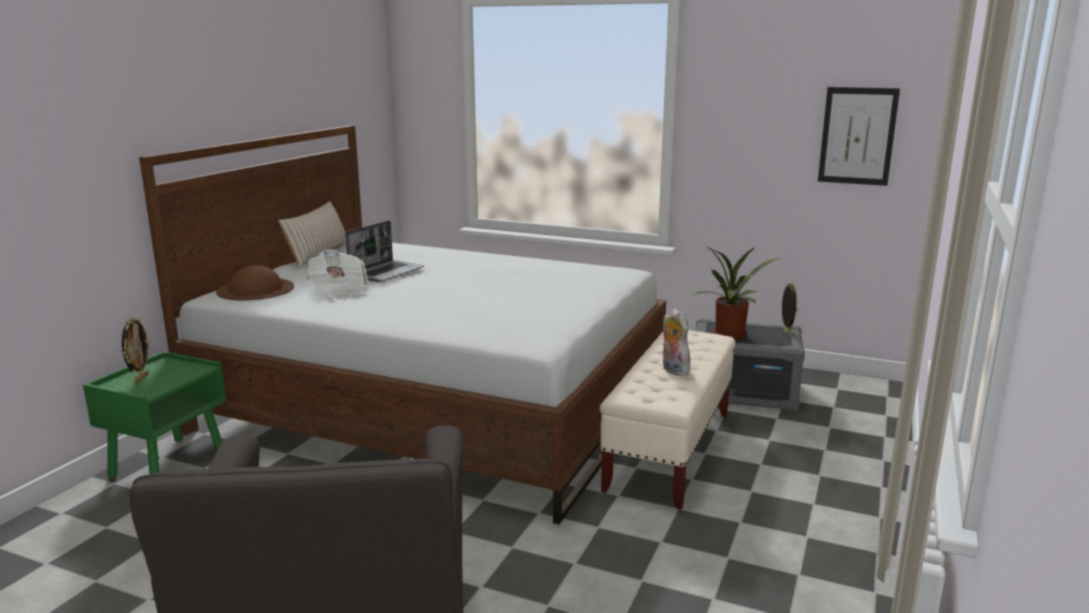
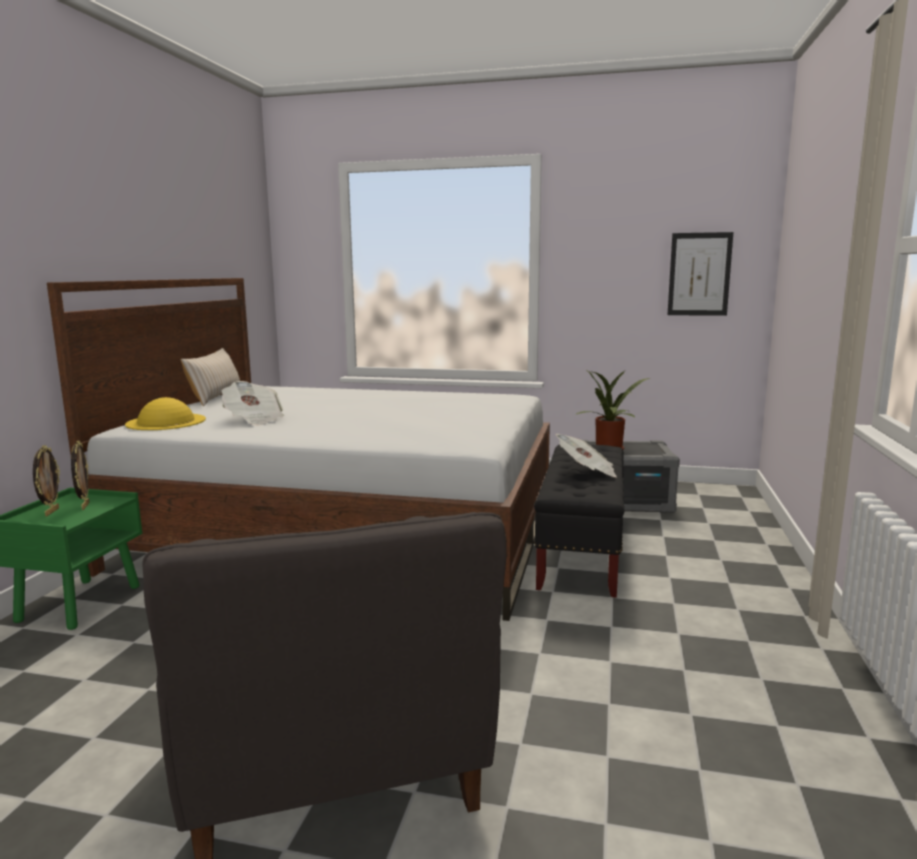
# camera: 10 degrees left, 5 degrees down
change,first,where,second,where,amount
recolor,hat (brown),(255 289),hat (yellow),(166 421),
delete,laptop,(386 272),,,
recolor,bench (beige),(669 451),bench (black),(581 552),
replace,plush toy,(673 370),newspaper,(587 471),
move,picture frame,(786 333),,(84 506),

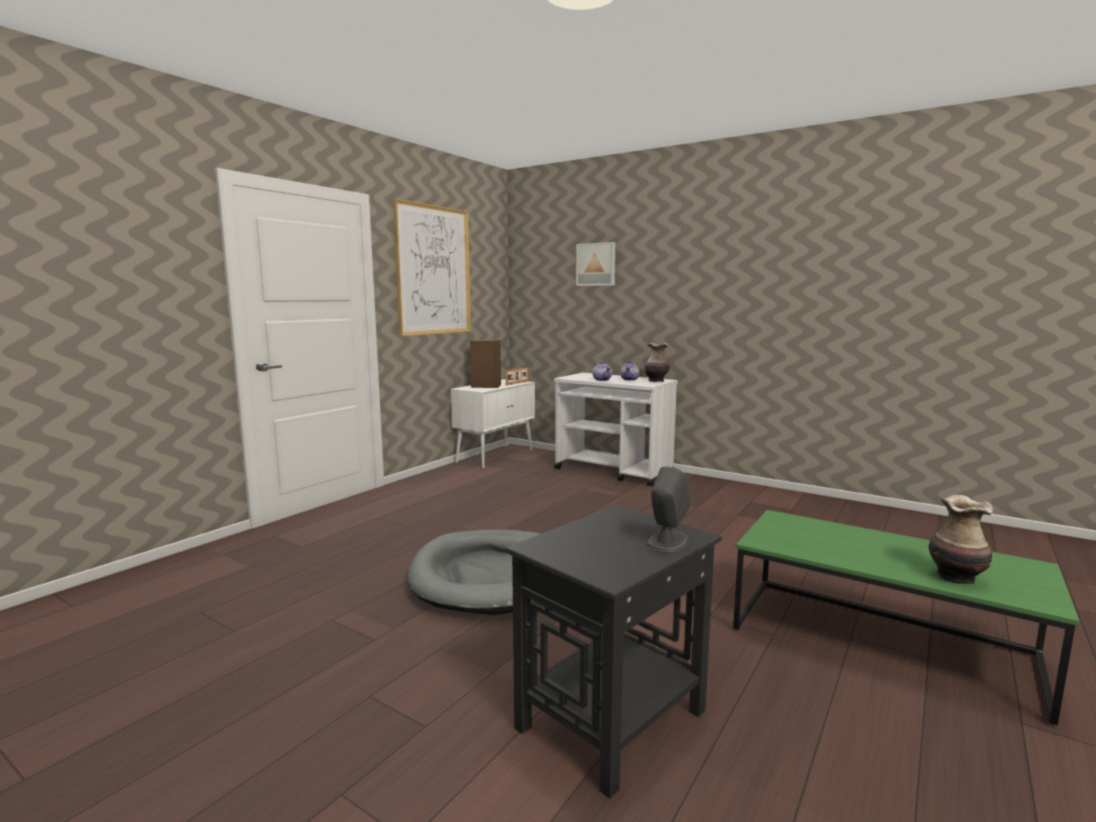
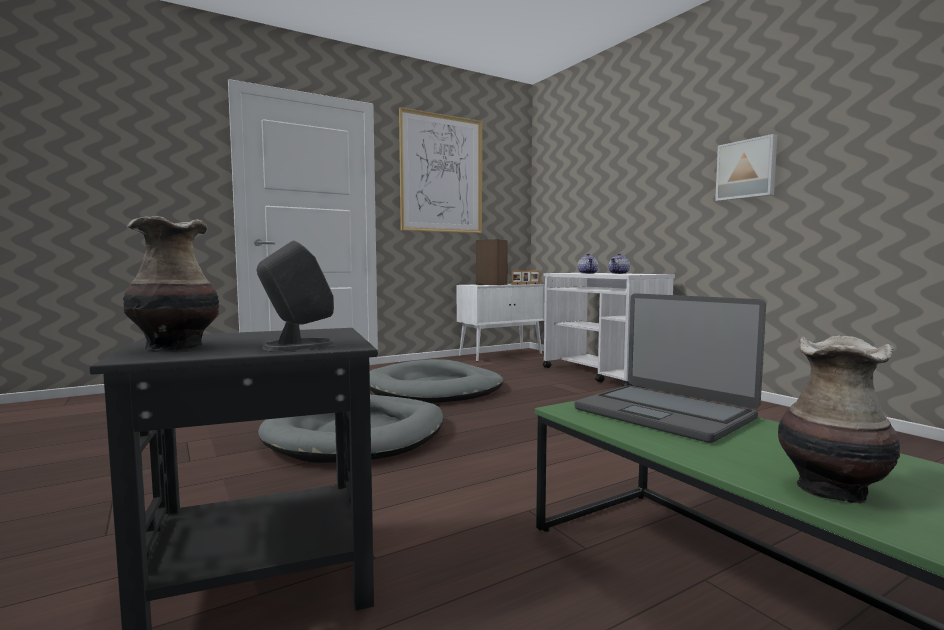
# camera: 25 degrees right, 5 degrees down
change,first,where,second,where,amount
move,picture,(596 264),,(746 169),
move,vase,(655 381),,(174 347),
insert,,,dog bed (grey),(435 389),
insert,,,laptop,(664 413),

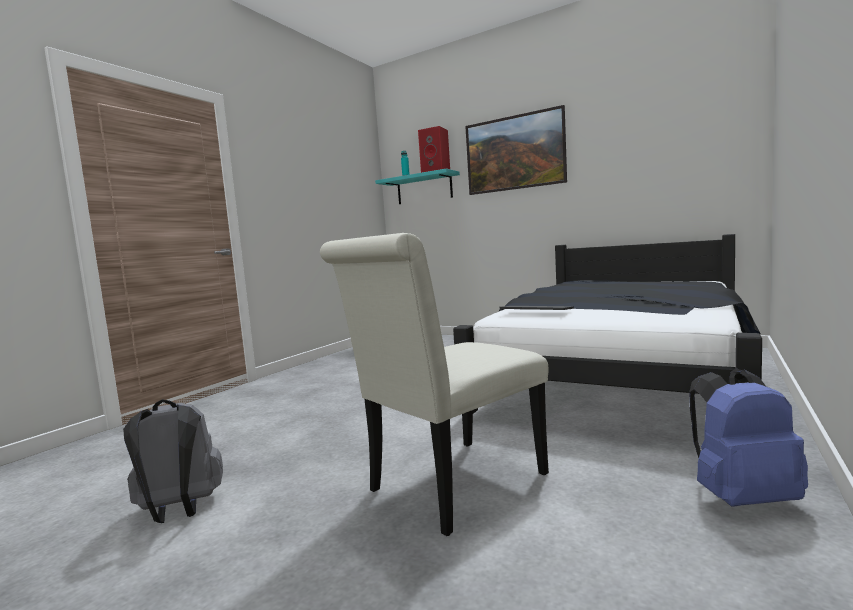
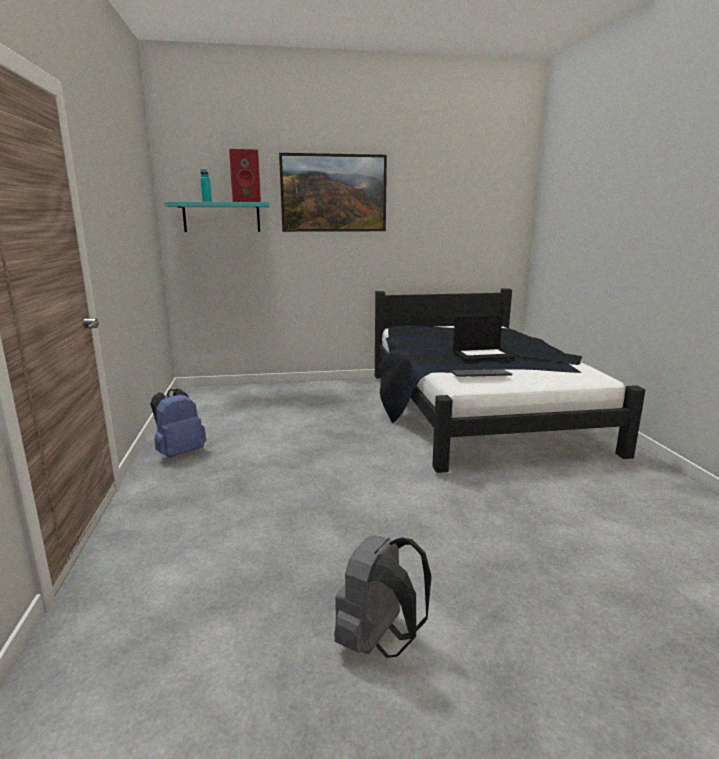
# camera: 40 degrees left, 10 degrees up
change,first,where,second,where,amount
delete,chair (white),(450 487),,,
move,backpack (blue),(741 497),,(179 453),
insert,,,laptop,(483 354),

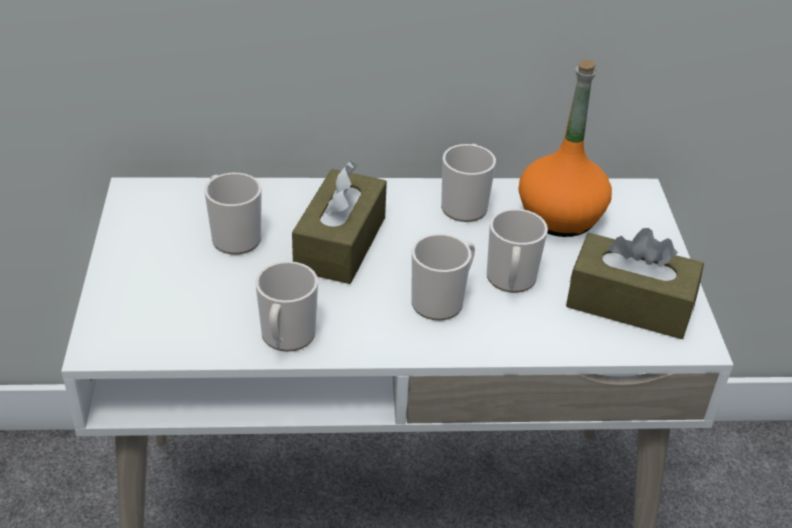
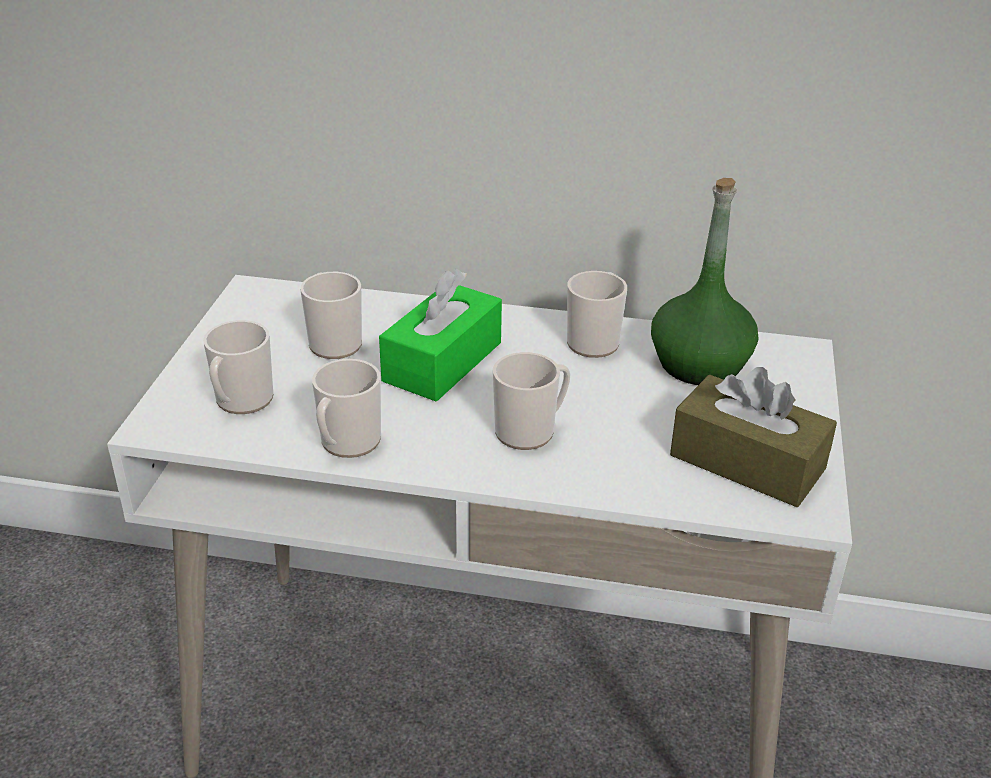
# camera: 15 degrees right, 5 degrees down
change,first,where,second,where,amount
recolor,tissue box (brown),(340 244),tissue box (green),(442 362),
move,mug,(511 280),,(241 402),
recolor,bottle (orange),(560 217),bottle (green),(699 364),

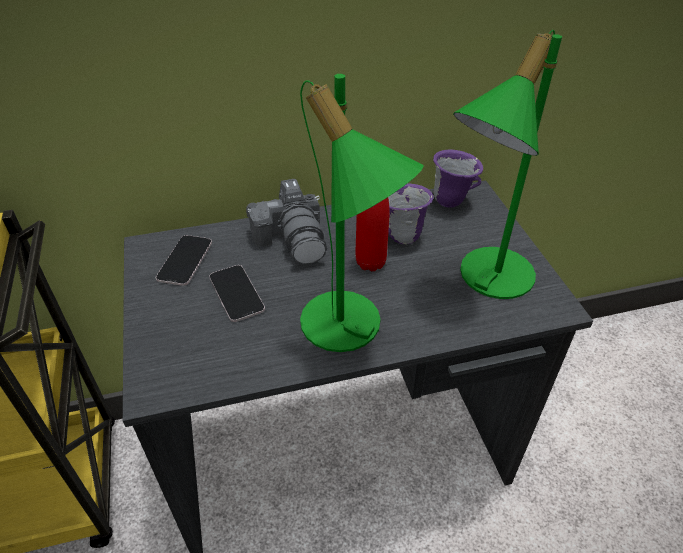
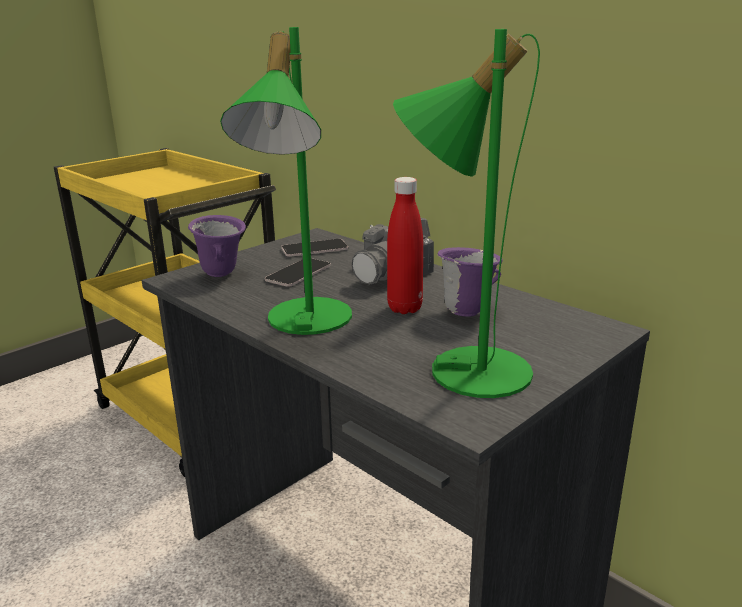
# camera: 60 degrees right, 20 degrees down
change,first,where,second,where,amount
move,mug (purple),(452 201),,(222 274),

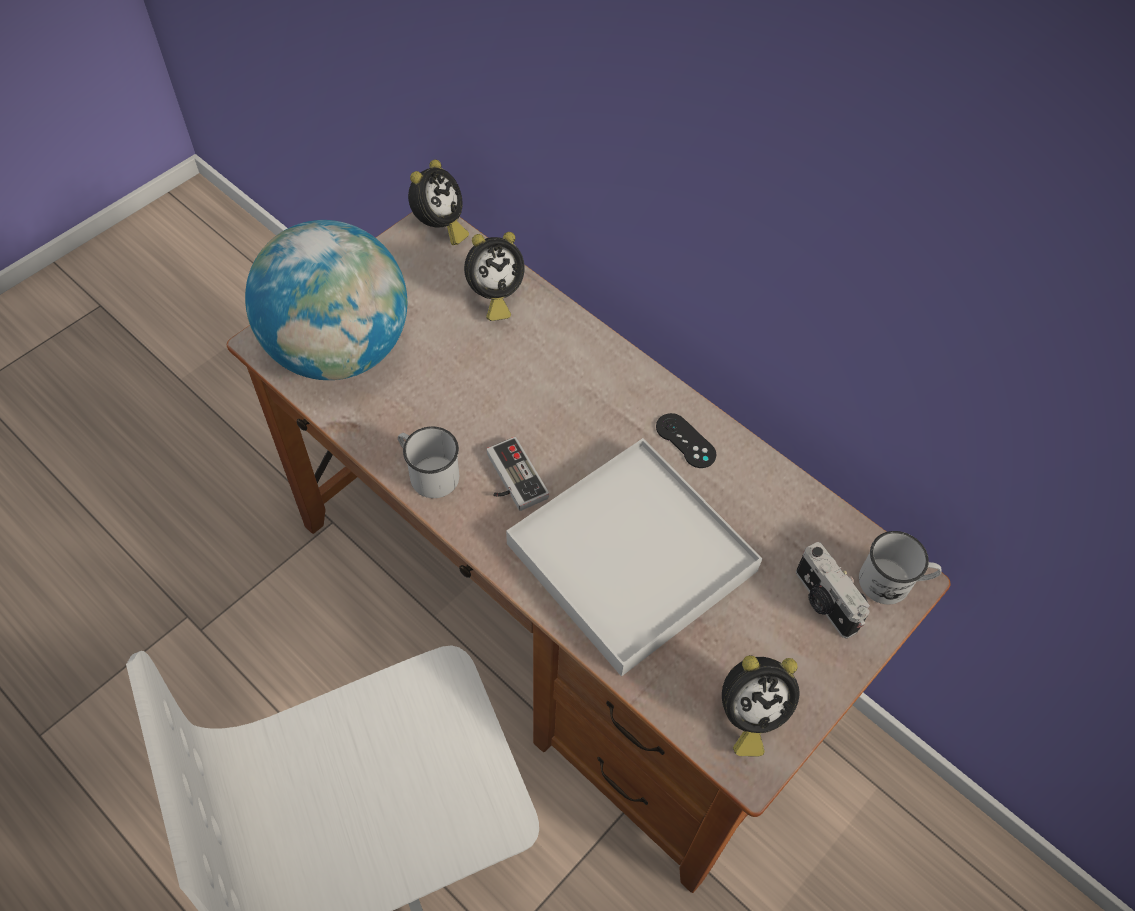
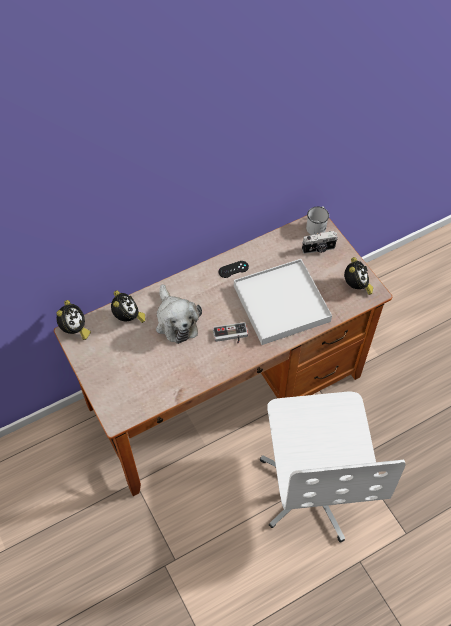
# camera: 70 degrees left, 0 degrees up
change,first,where,second,where,amount
delete,globe,(339 350),,,
delete,mug (white),(428 473),,,
rotate,alarm clock,(439 227),,(74 330),60 degrees clockwise
insert,,,plush toy,(176 321),

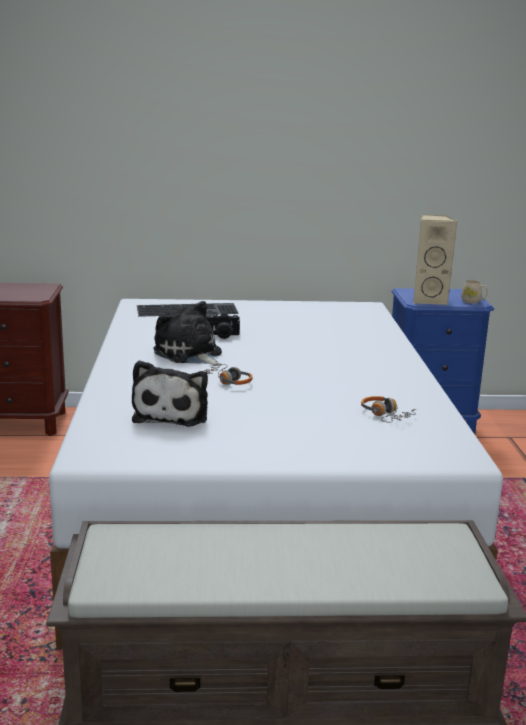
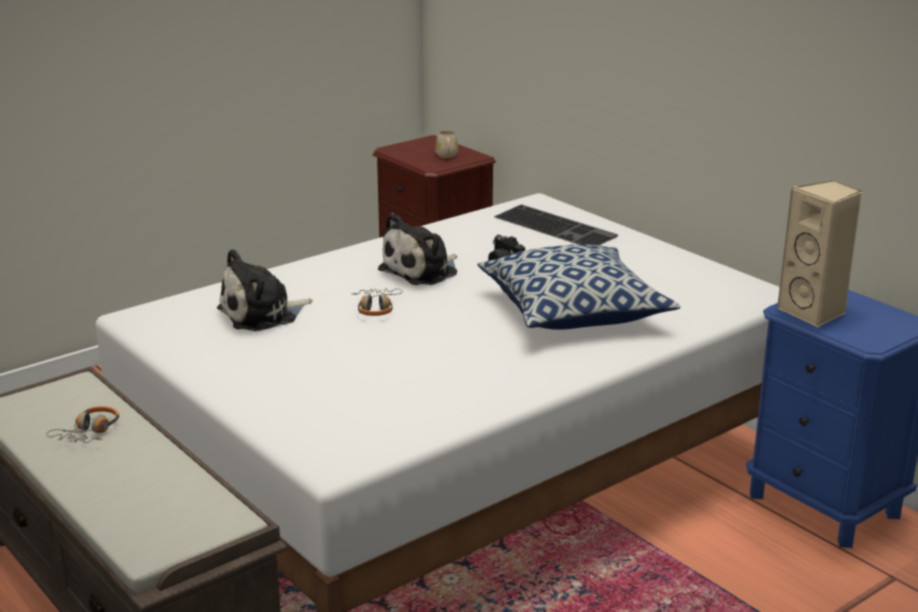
# camera: 55 degrees right, 5 degrees up
change,first,where,second,where,amount
rotate,plush toy,(189 354),,(422 271),150 degrees counterclockwise
move,headphones,(385 415),,(89 432),
move,mug (beige),(473 302),,(447 156),
insert,,,pillow,(574 312),

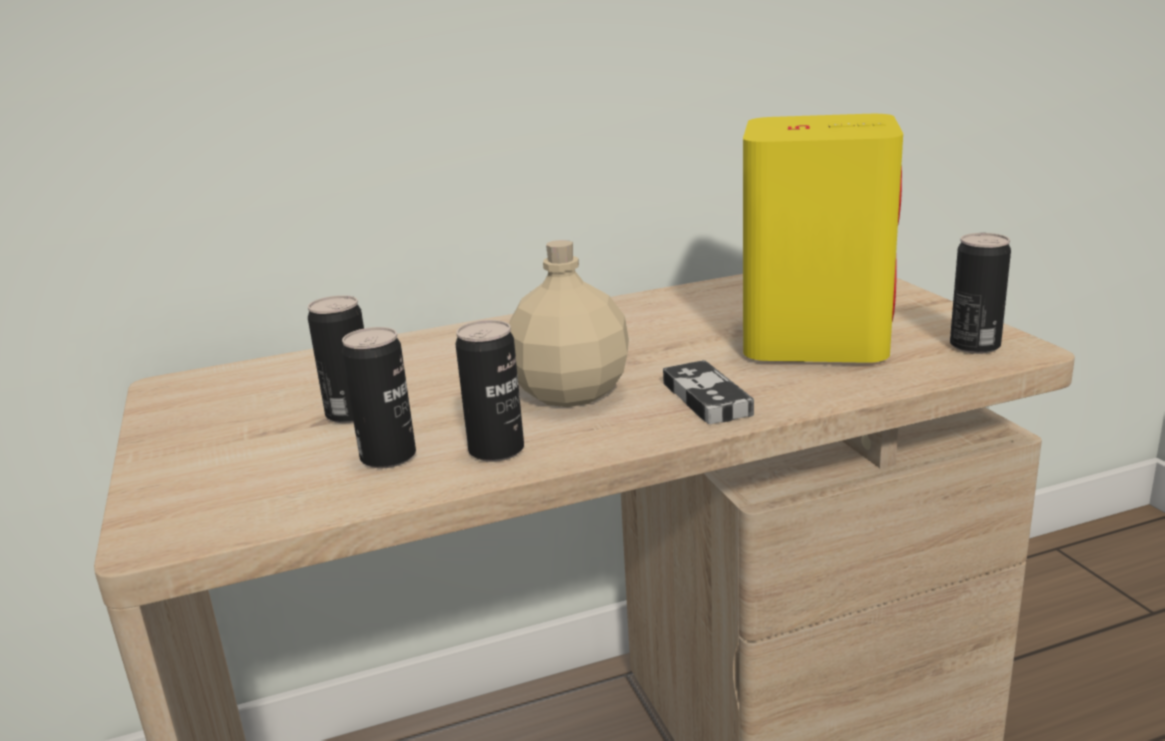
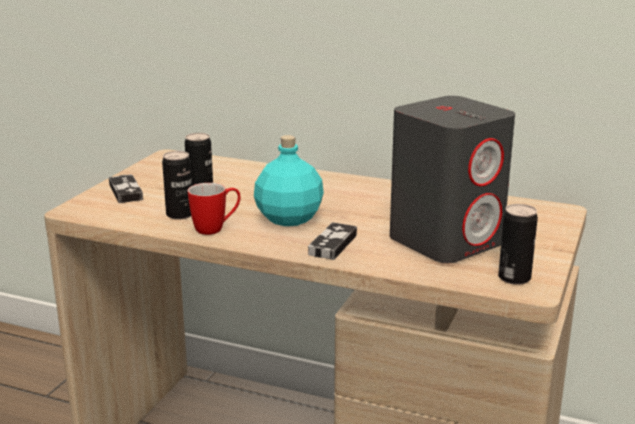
# camera: 40 degrees right, 0 degrees up
change,first,where,second,where,amount
replace,can,(496 450),mug,(216 228),
recolor,bottle (beige),(568 393),bottle (turquoise),(288 218),
recolor,speaker (yellow),(814 338),speaker (grey),(446 240),
insert,,,game controller,(125 192),

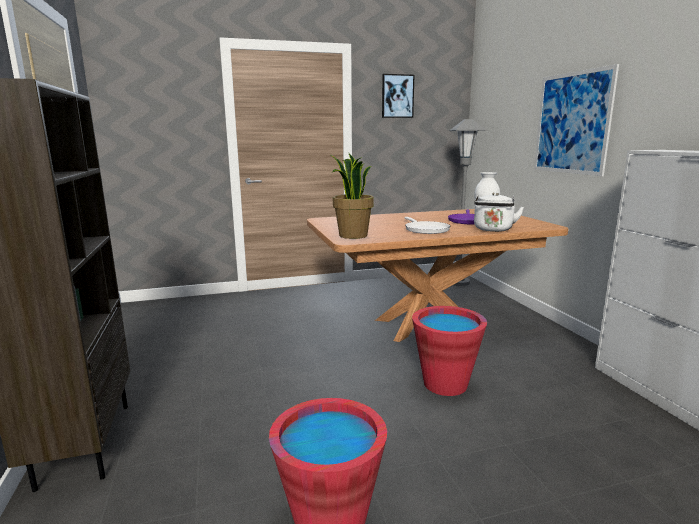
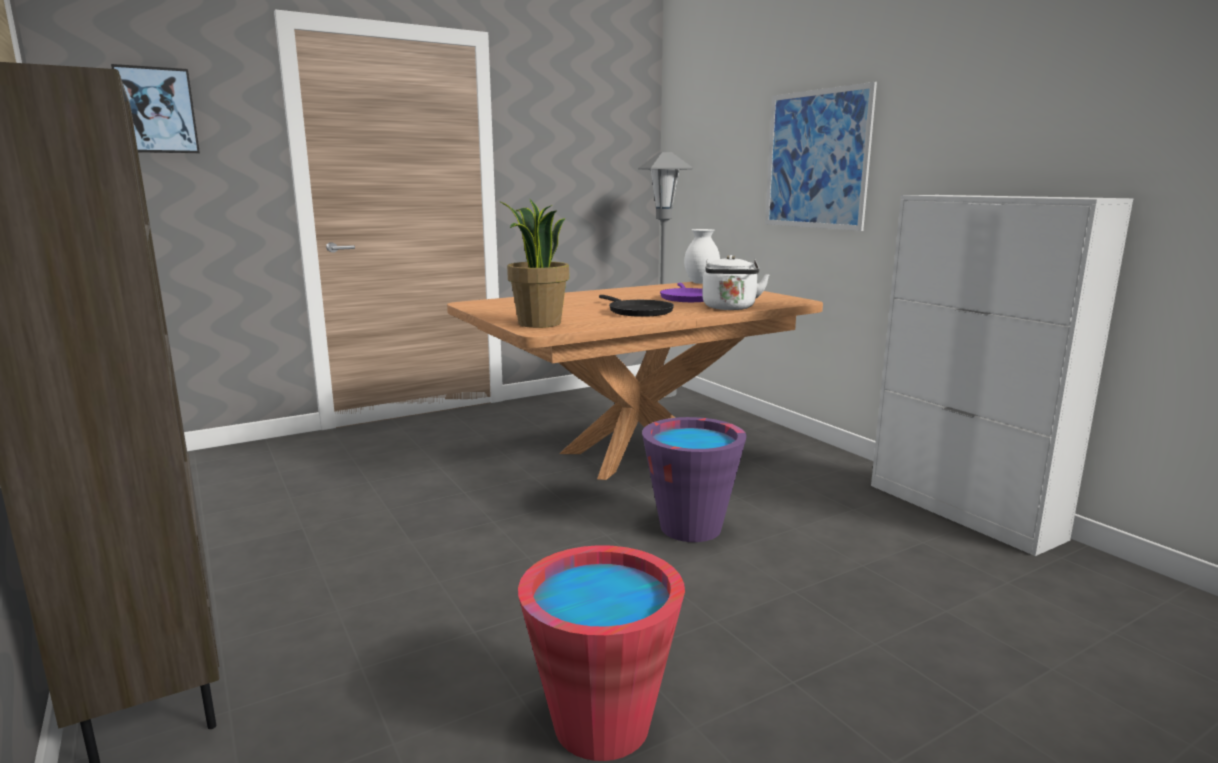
# camera: 15 degrees left, 0 degrees up
change,first,where,second,where,amount
move,picture,(397 96),,(157 110),
recolor,frying pan (white),(425 229),frying pan (black),(637 311),
recolor,bucket (red),(445 384),bucket (purple),(690 527),

